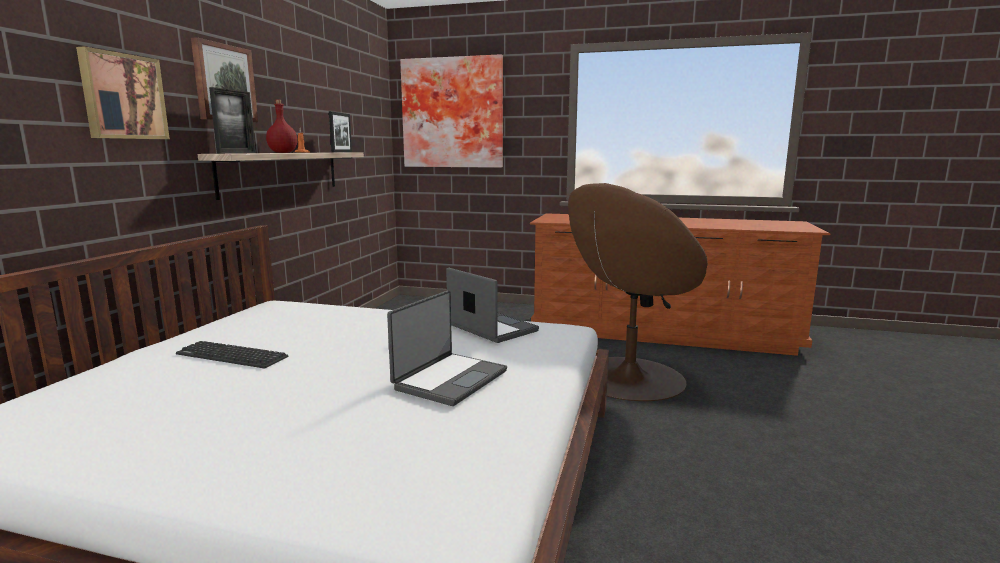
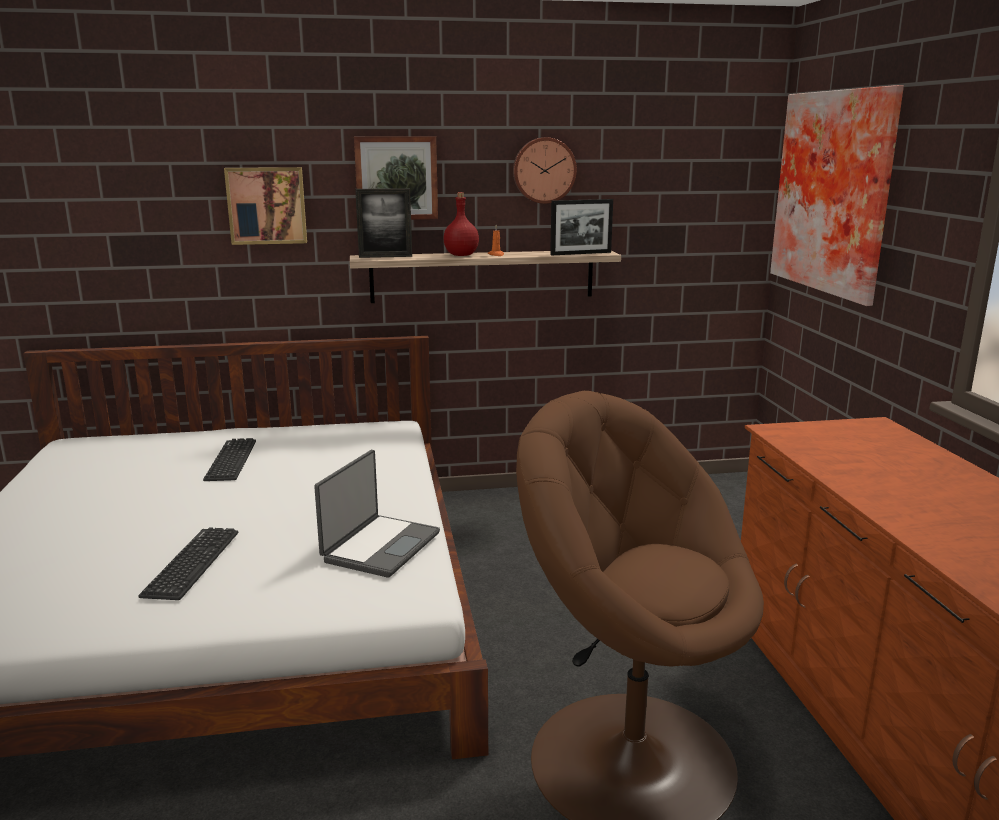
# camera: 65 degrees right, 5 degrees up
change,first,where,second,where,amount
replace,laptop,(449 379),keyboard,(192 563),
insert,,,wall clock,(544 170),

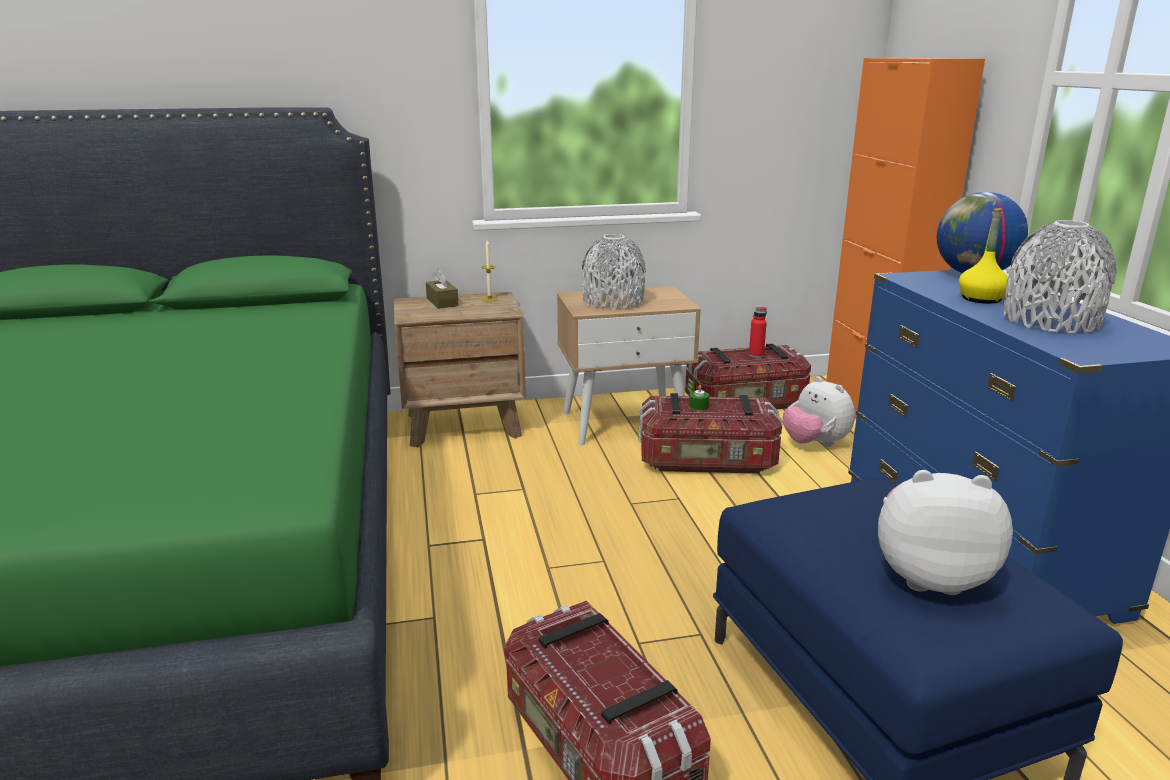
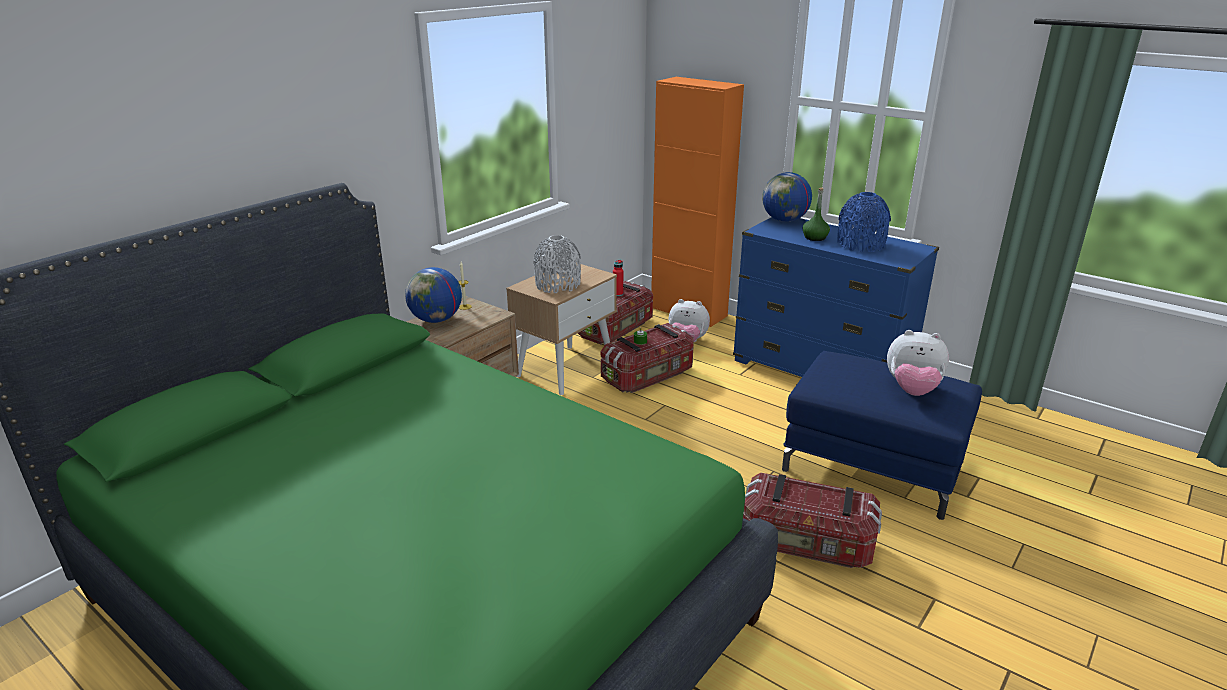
# camera: 40 degrees left, 5 degrees up
change,first,where,second,where,amount
replace,tissue box (brown),(442 302),globe,(436 320),
rotate,plush toy,(929 577),,(912 390),135 degrees counterclockwise
recolor,bottle (yellow),(981 299),bottle (green),(815 238),
recolor,vase (grey),(1050 320),vase (blue),(860 244),

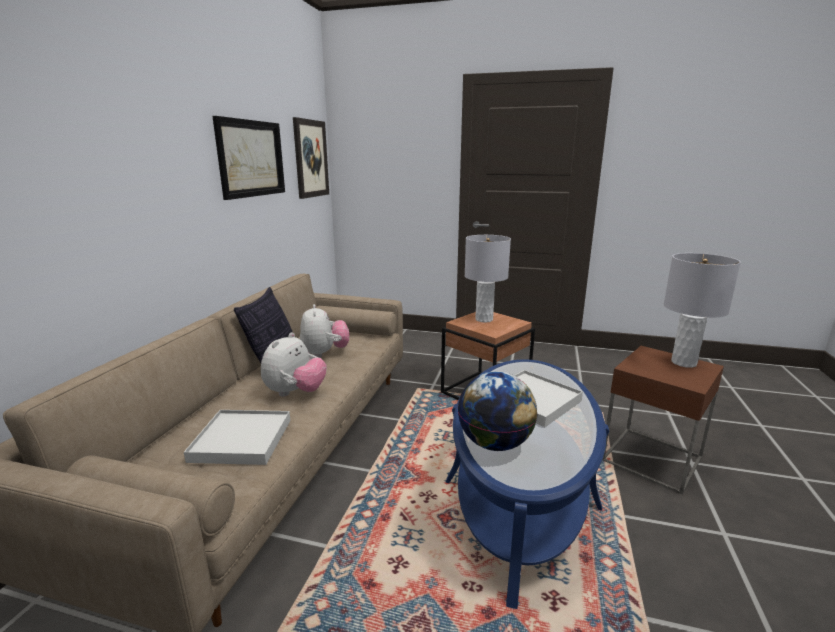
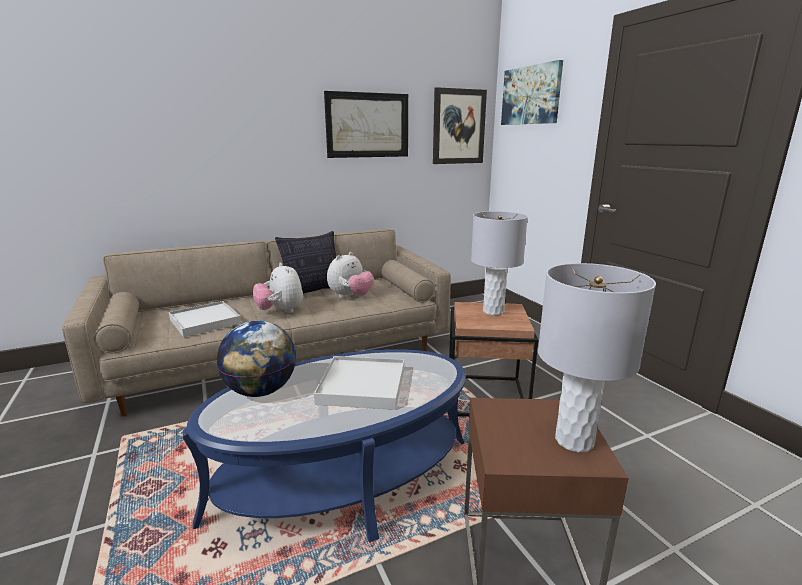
# camera: 50 degrees right, 0 degrees up
change,first,where,second,where,amount
rotate,plush toy,(295 393),,(280 311),75 degrees clockwise
insert,,,picture,(531 95),

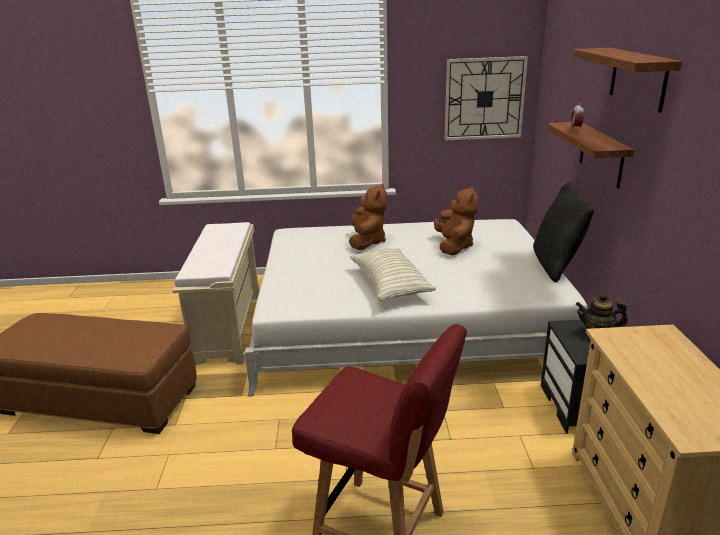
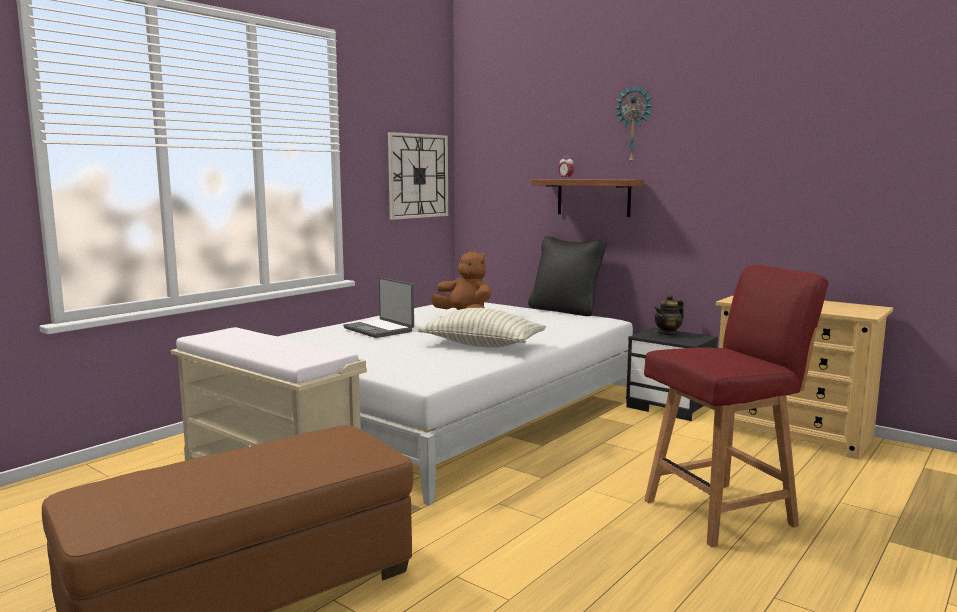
# camera: 50 degrees left, 15 degrees down
change,first,where,second,where,amount
replace,plush toy (brown),(367 242),laptop,(379 329),
replace,shelf,(638 78),wall clock,(634 125),

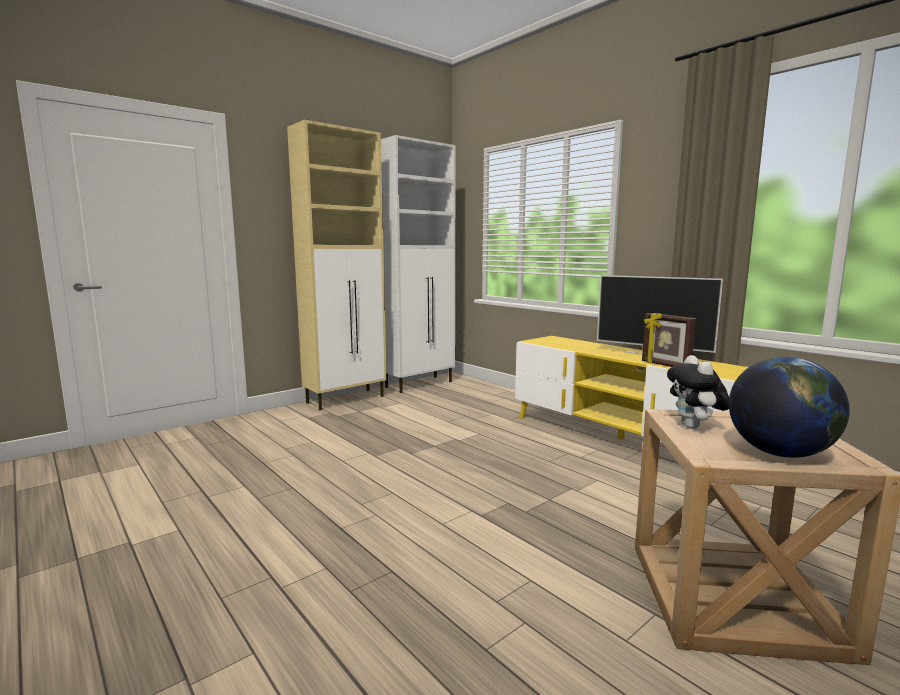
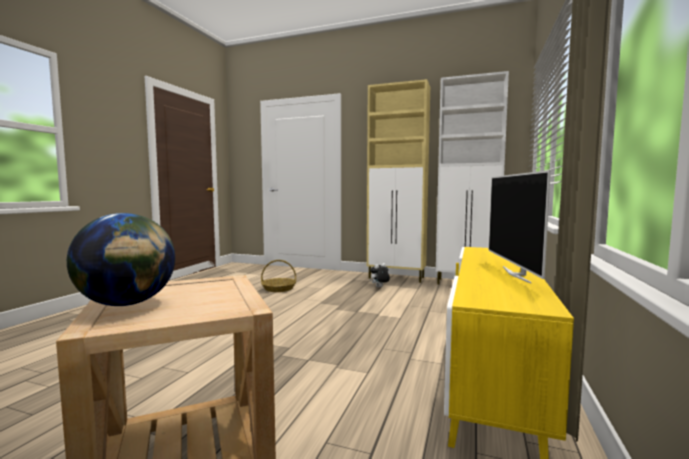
# camera: 60 degrees right, 5 degrees down
change,first,where,second,where,amount
delete,picture frame,(665 365),,,
move,plush toy,(694 427),,(379 287),
insert,,,basket,(279 289),

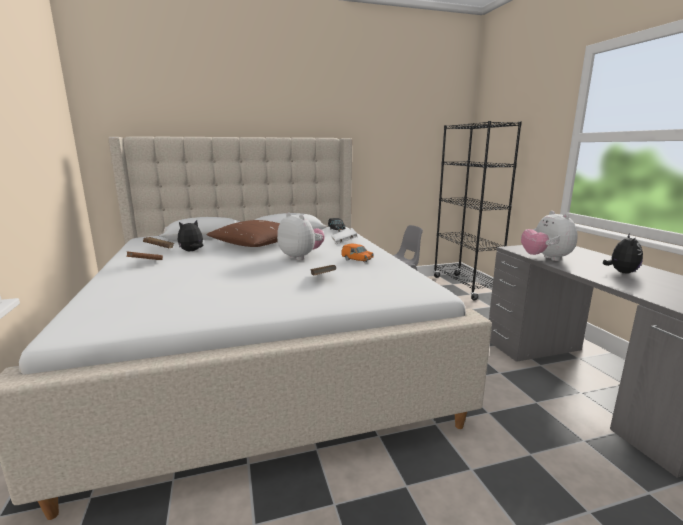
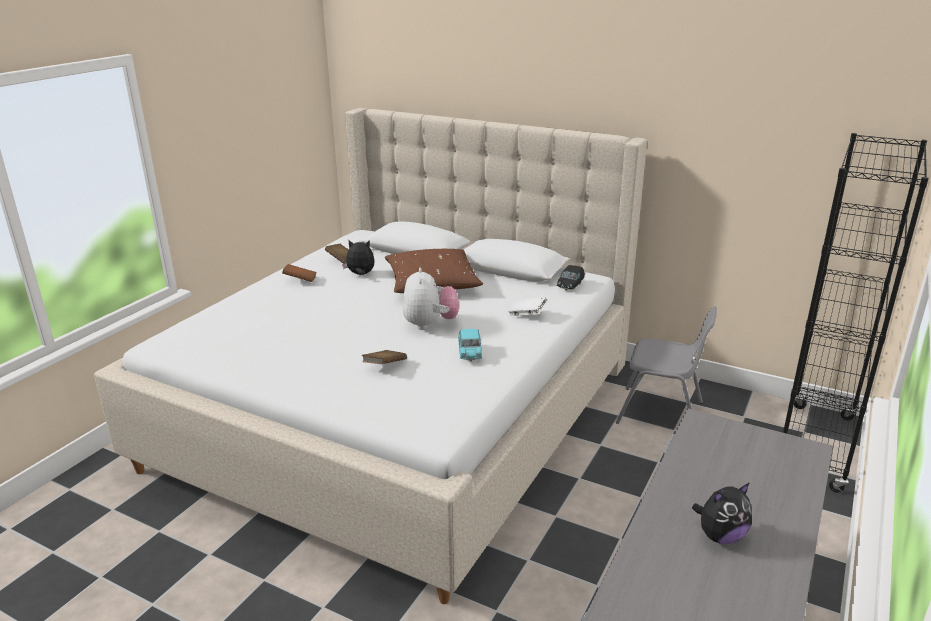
# camera: 45 degrees right, 10 degrees up
change,first,where,second,where,amount
recolor,toy car (orange),(357 260),toy car (turquoise),(470 354),
delete,plush toy,(545 259),,,

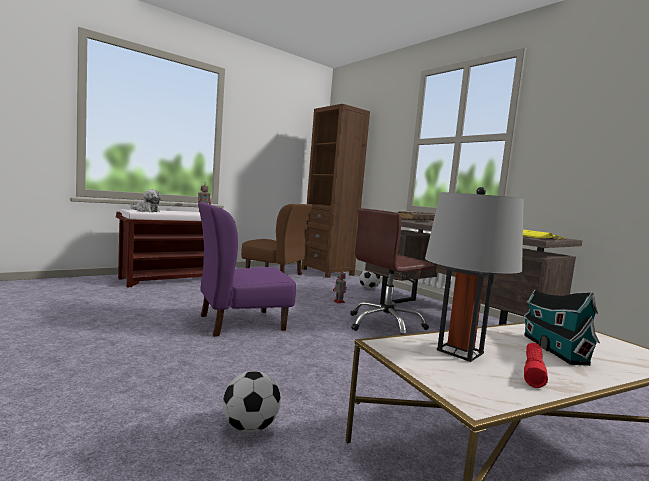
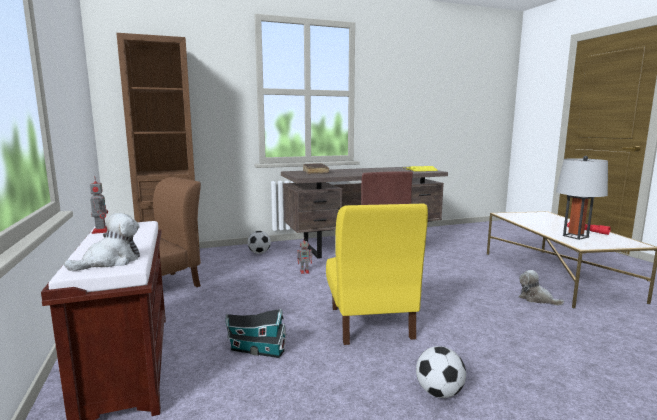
# camera: 70 degrees left, 5 degrees up
change,first,where,second,where,amount
recolor,chair (purple),(241 322),chair (yellow),(370 323),
move,football,(250 427),,(439 393),
move,toy house,(552 348),,(255 350),
insert,,,plush toy,(536 299),

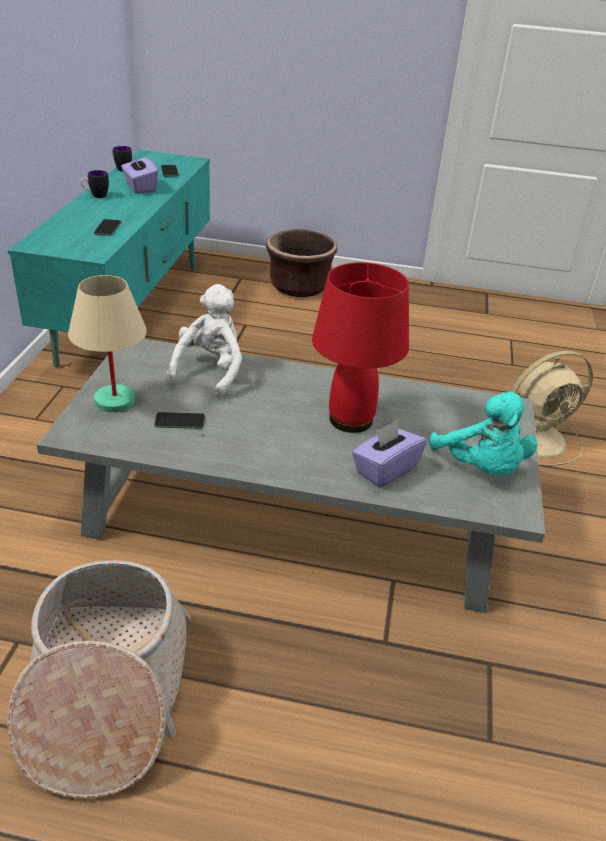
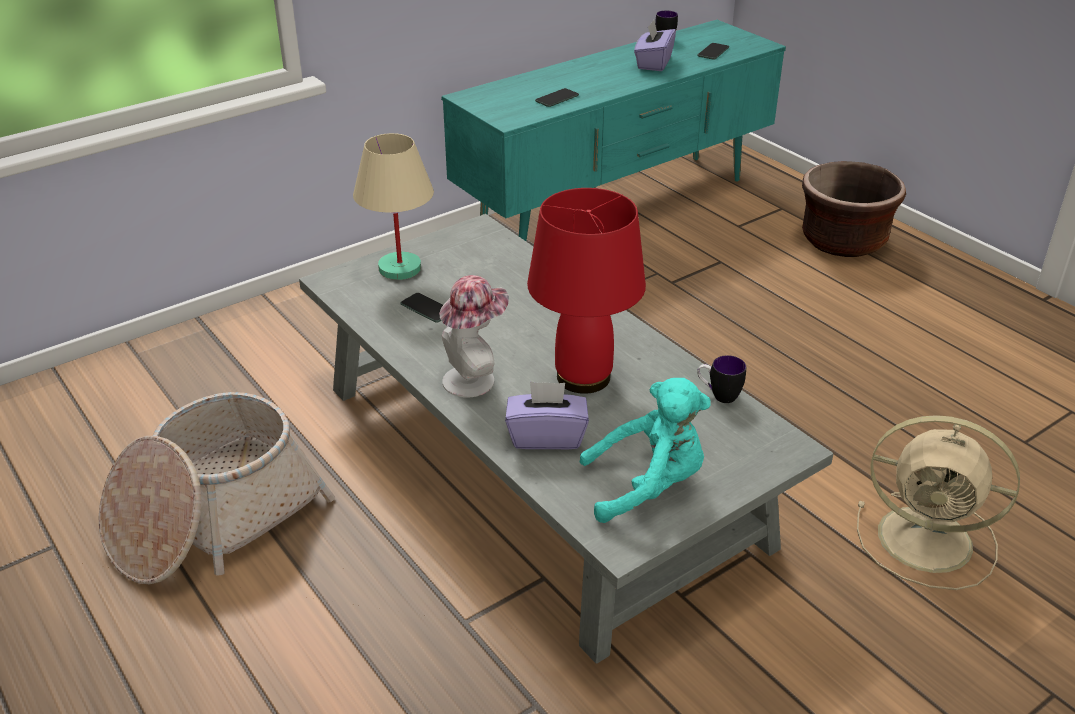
# camera: 45 degrees right, 0 degrees up
change,first,where,second,where,amount
move,mug,(96 196),,(718 395),
delete,plush toy (white),(210 371),,,
rotate,plush toy (turquoise),(481 468),,(648 486),120 degrees counterclockwise
insert,,,hat,(475 378),

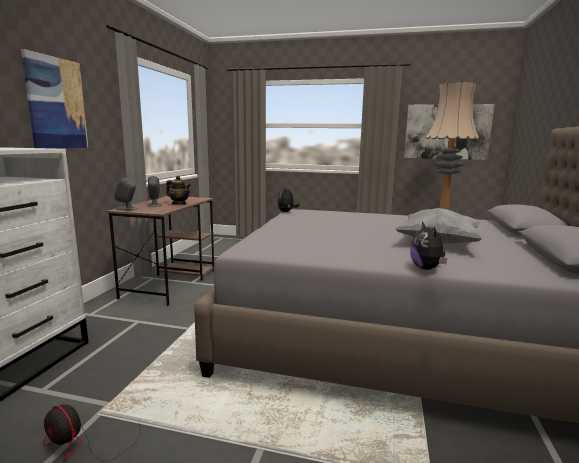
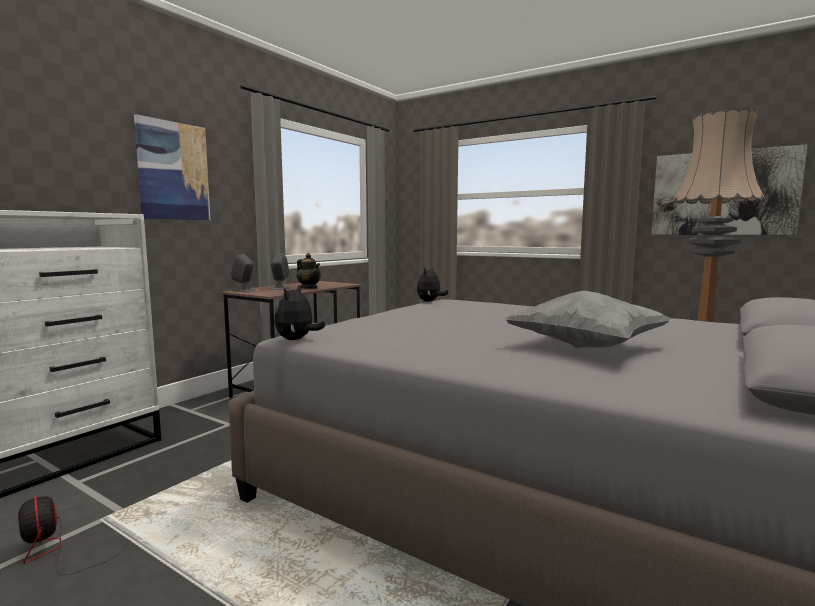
# camera: 20 degrees right, 5 degrees down
change,first,where,second,where,amount
move,plush toy,(427 268),,(297 340),

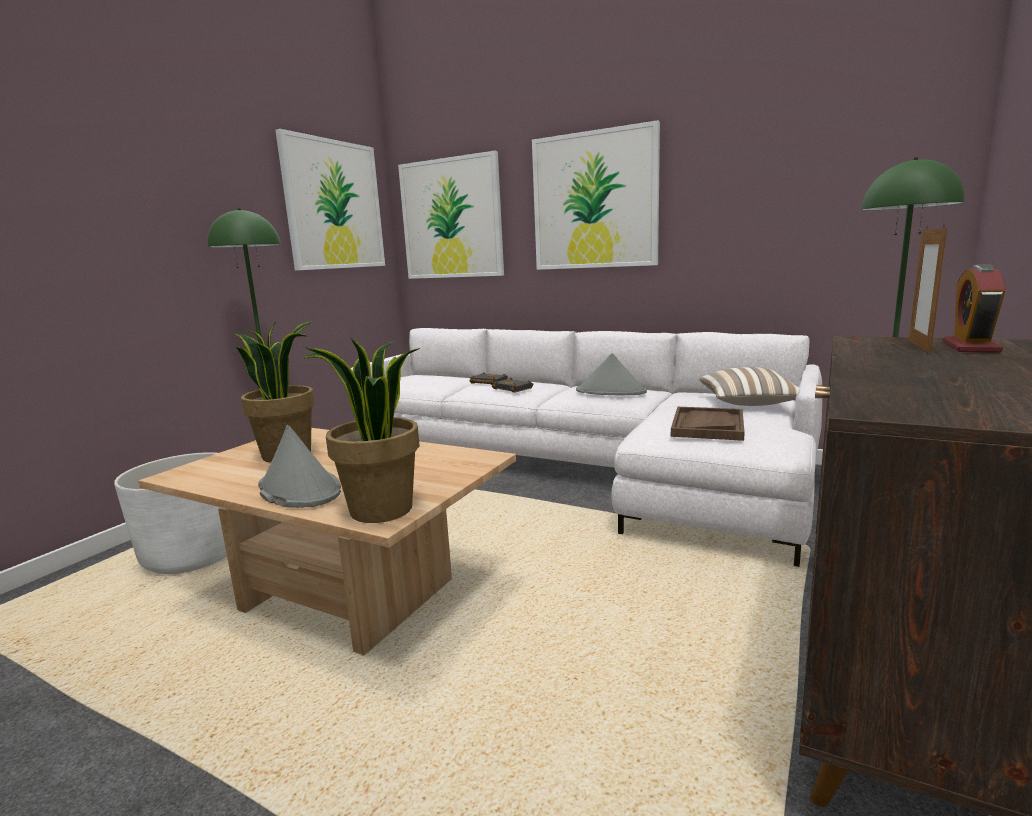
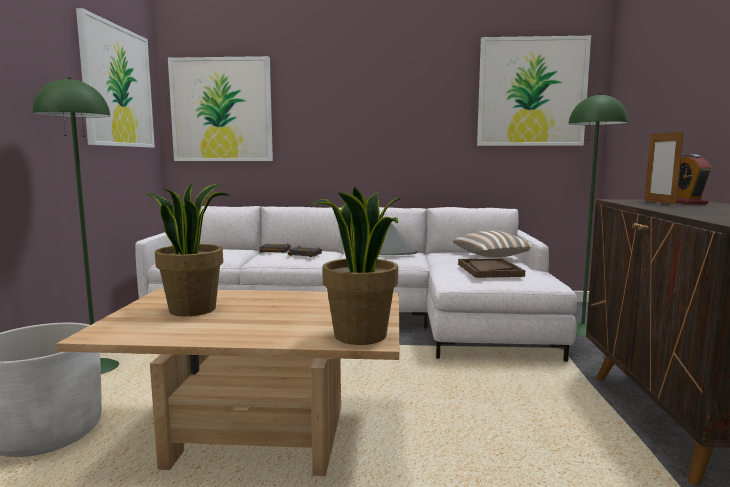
# camera: 25 degrees left, 5 degrees down
change,first,where,second,where,amount
delete,hat (grey),(298 489),,,
move,picture,(594 201),,(531 92),

